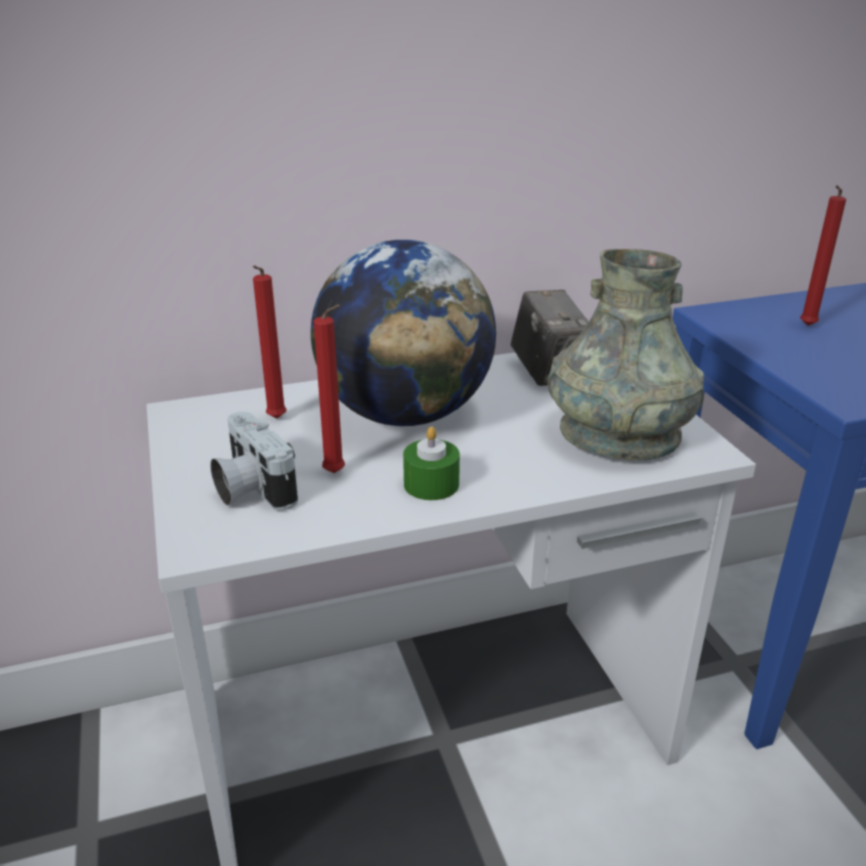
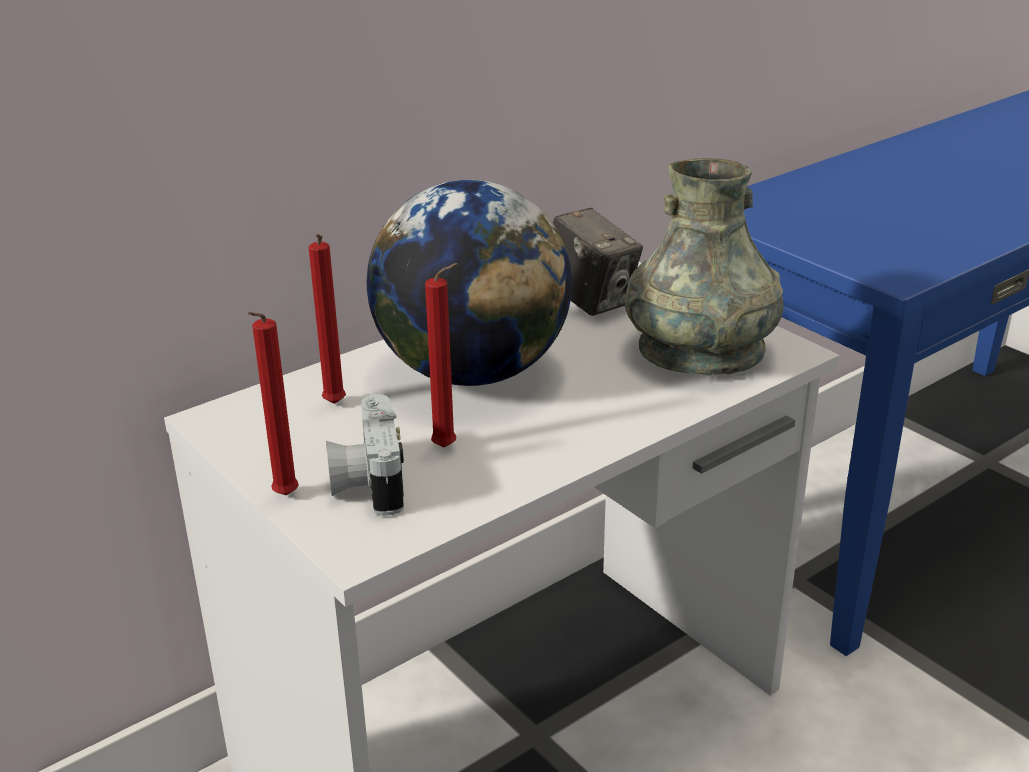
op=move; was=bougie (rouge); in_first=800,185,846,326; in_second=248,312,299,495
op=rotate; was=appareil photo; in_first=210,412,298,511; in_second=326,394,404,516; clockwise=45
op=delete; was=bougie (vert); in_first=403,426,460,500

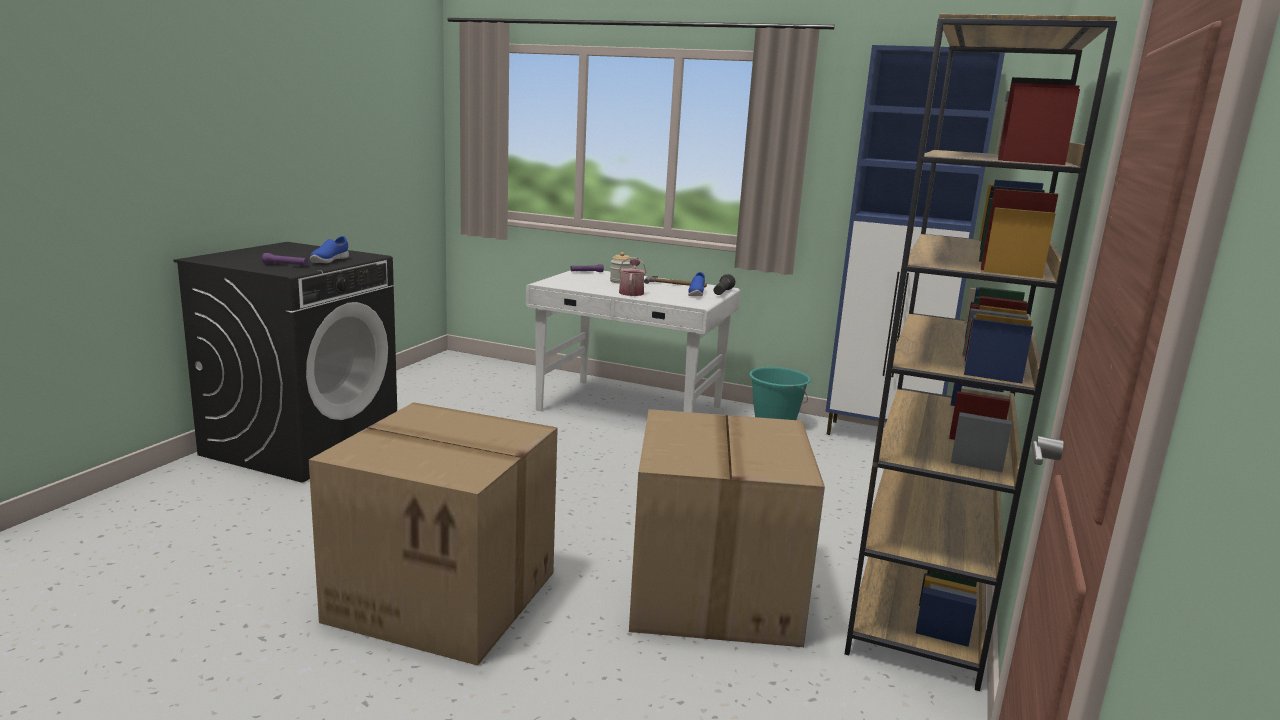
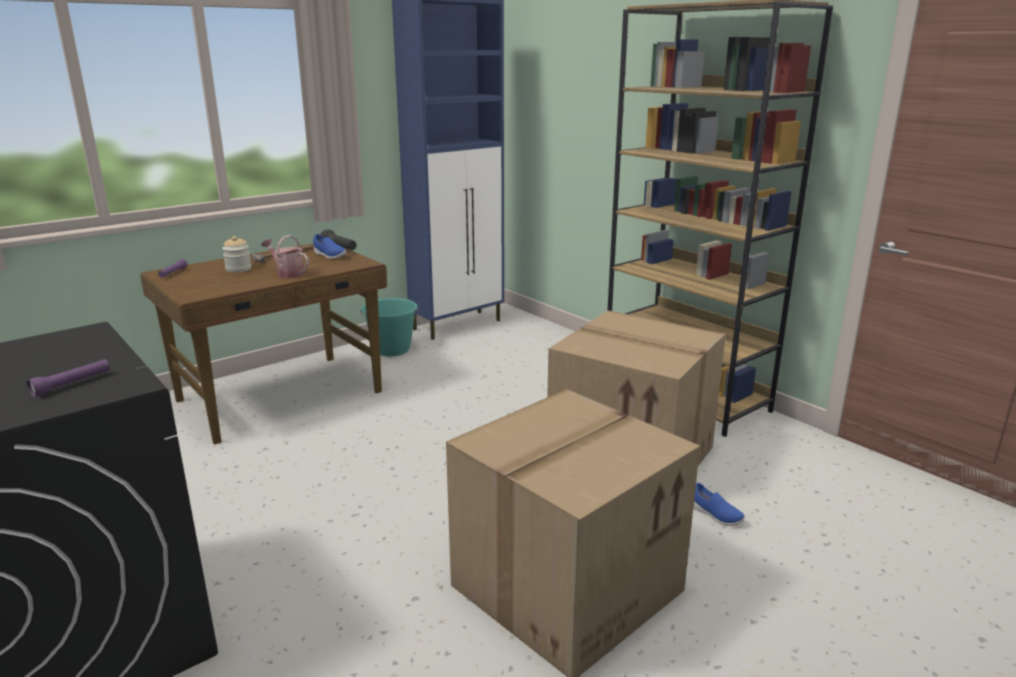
op=move; was=chaussure (bleu); in_first=310,236,349,263; in_second=694,483,745,526
op=recolor; was=bureau (blanc); now=bureau (marron); in_first=526,270,740,412; in_second=140,244,387,445

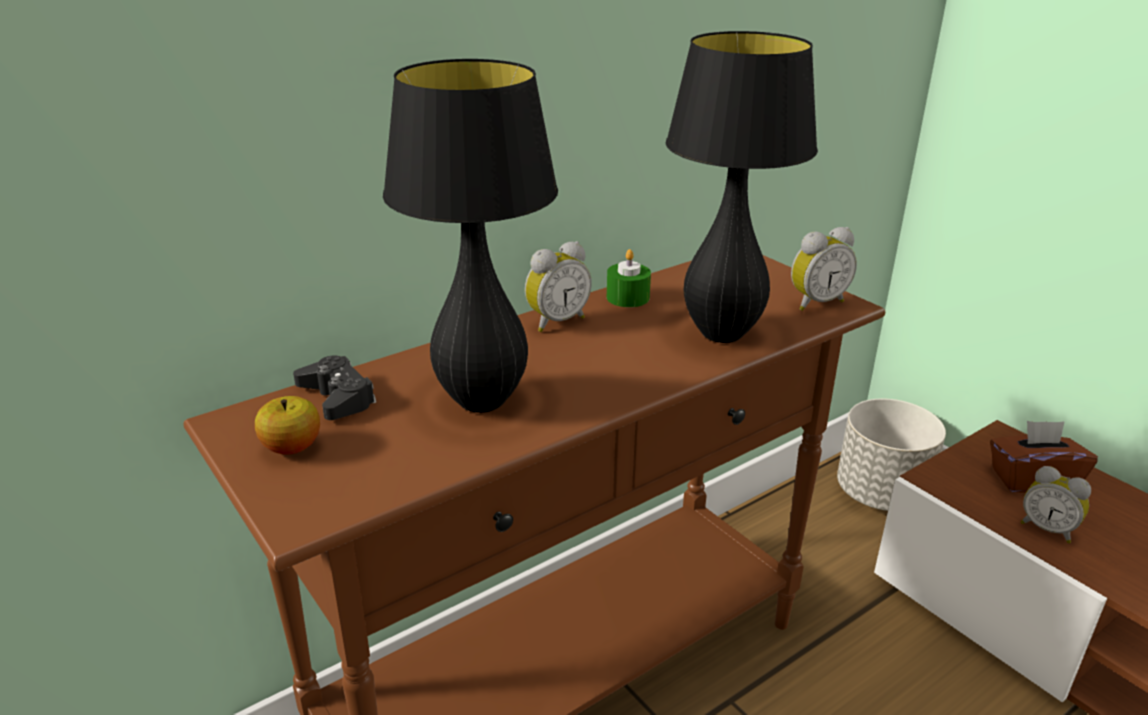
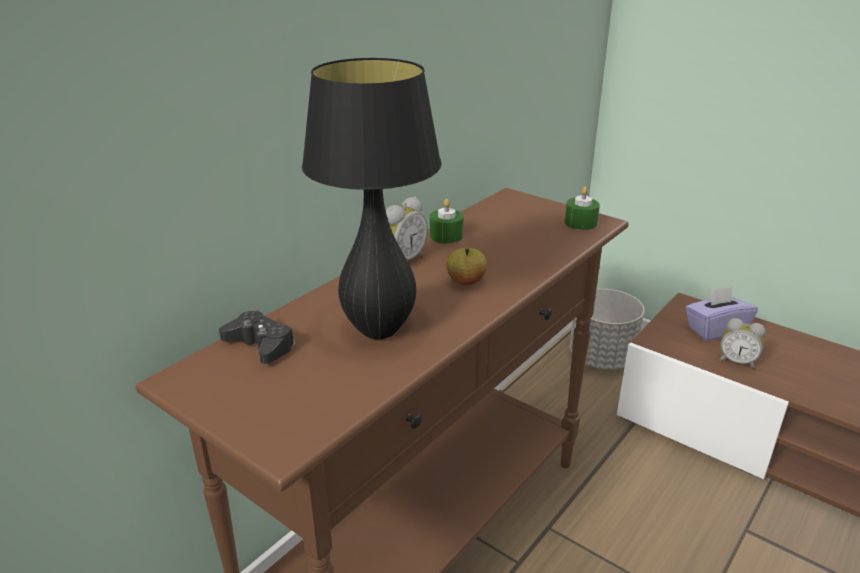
op=delete; was=lampe de table (noir); in_first=666,31,818,343
op=replace; was=réveil; now=bougie (vert); in_first=791,227,857,311; in_second=565,187,600,230
op=move; was=pomme; in_first=255,396,320,455; in_second=446,248,487,285
op=recolor; was=boîte à mouchoirs (marron); now=boîte à mouchoirs (violet); in_first=990,421,1098,493; in_second=685,286,758,341

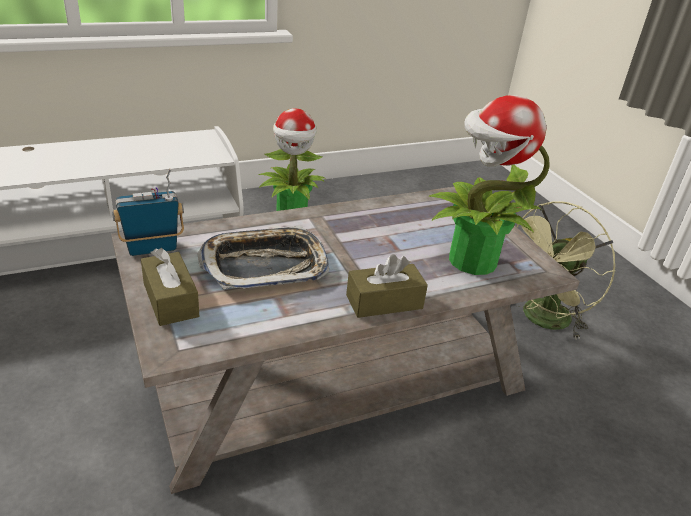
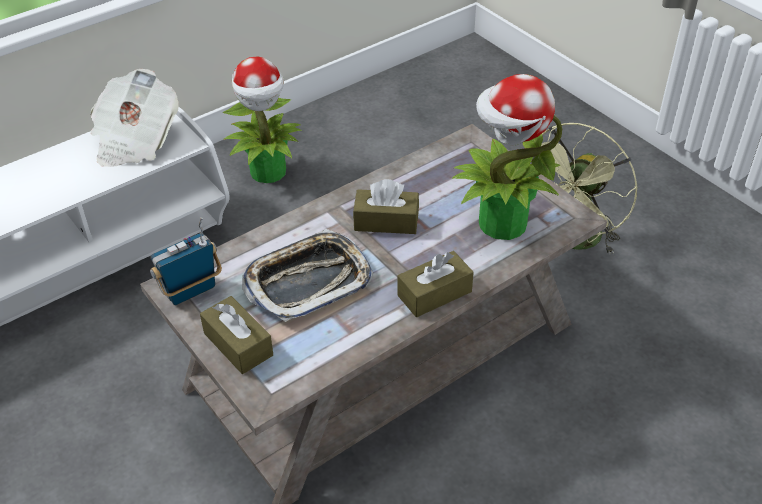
op=insert; now=journal; in_second=90,69,179,167
op=insert; now=boîte à mouchoirs (marron); in_second=353,179,419,234

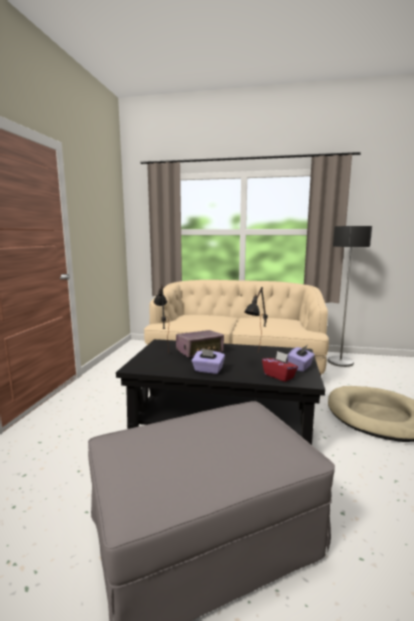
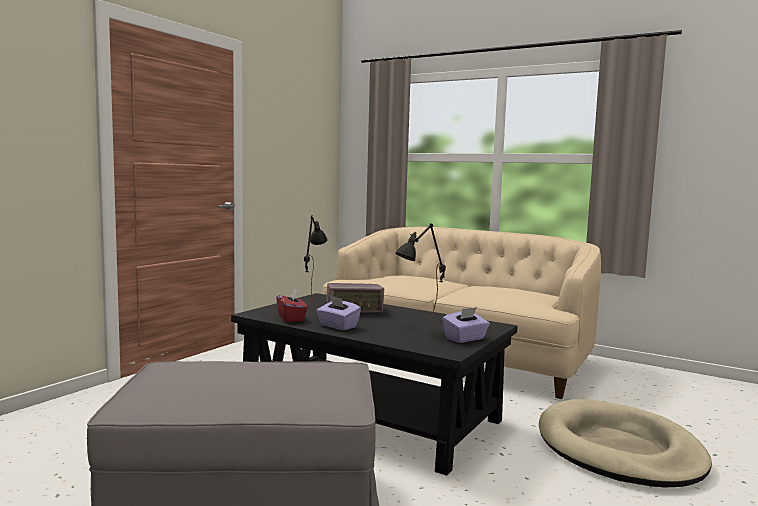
op=delete; was=lampadaire; in_first=328,226,372,367
op=move; was=boîte à mouchoirs (rouge); in_first=262,351,298,382; in_second=276,288,308,322

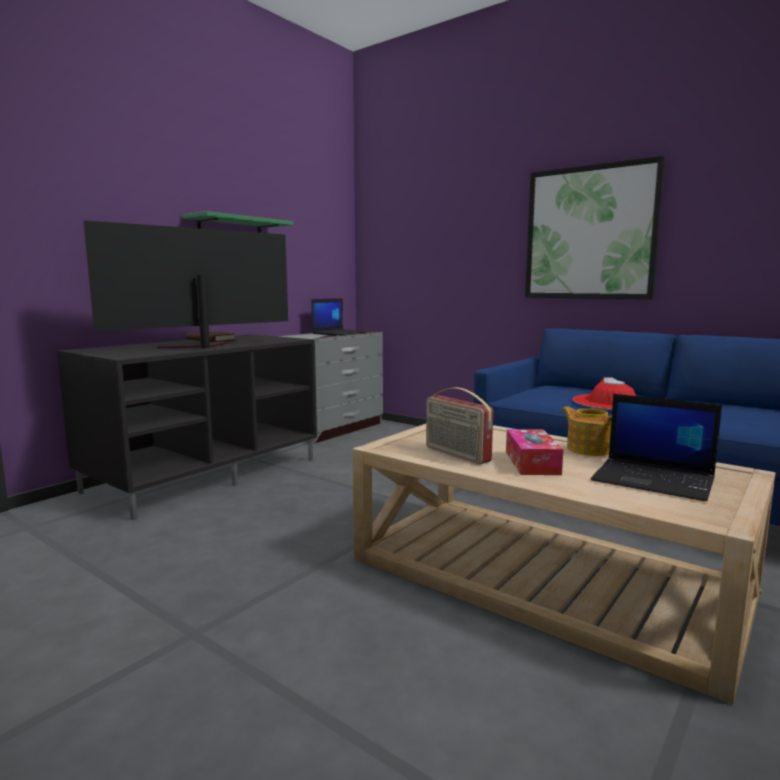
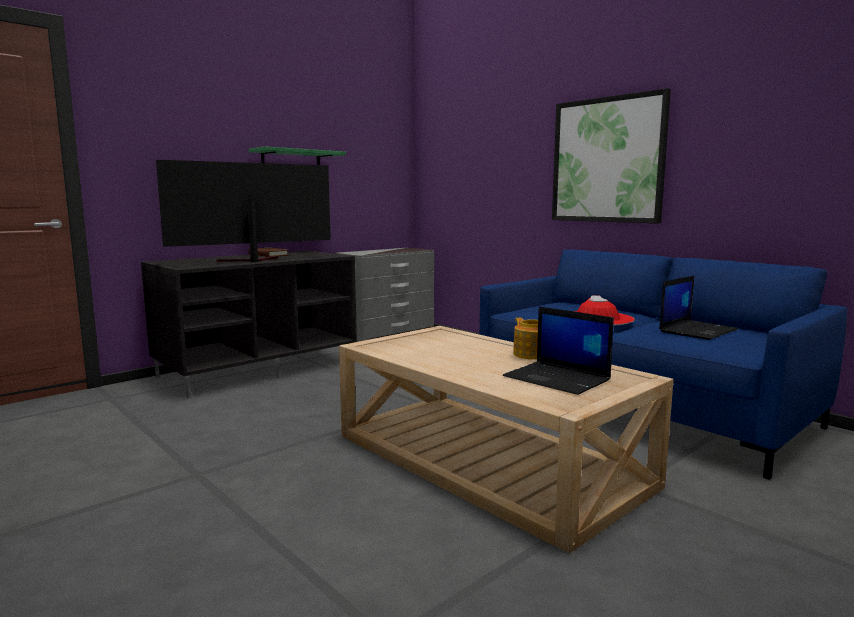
op=move; was=ordinateur portable; in_first=311,298,367,335; in_second=659,276,738,340
op=delete; was=radio; in_first=426,388,493,464
op=delete; was=boîte à mouchoirs; in_first=506,429,563,475

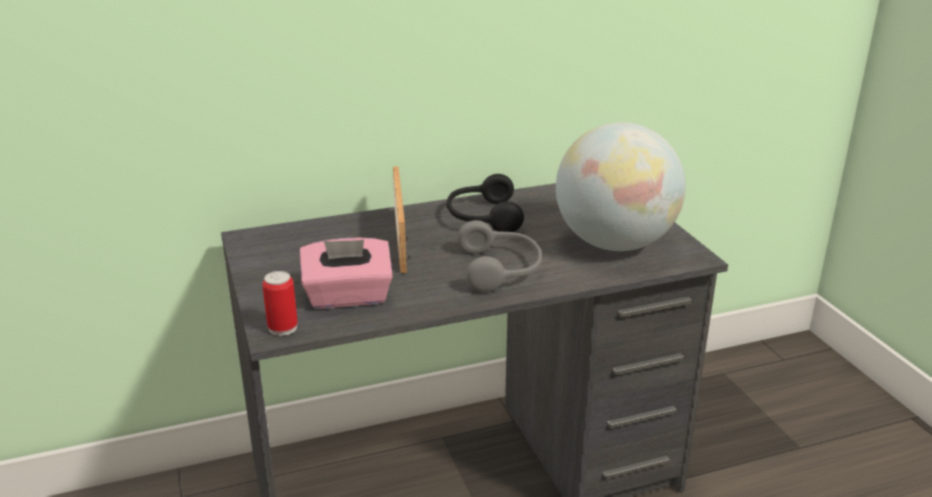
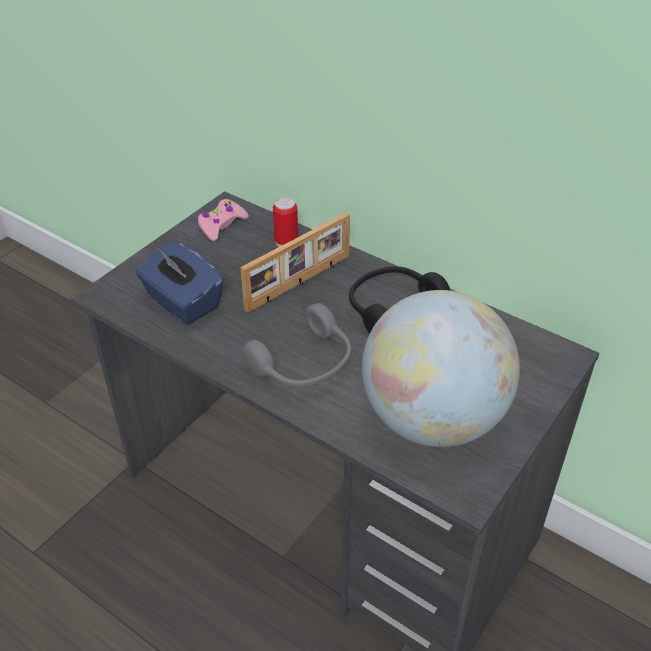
op=recolor; was=boîte à mouchoirs (rose); now=boîte à mouchoirs (bleu); in_first=300,238,393,309; in_second=135,241,224,325
op=move; was=boîte métallique; in_first=262,271,298,336; in_second=273,197,298,247
op=insert; now=manette (rose); in_second=197,199,249,241

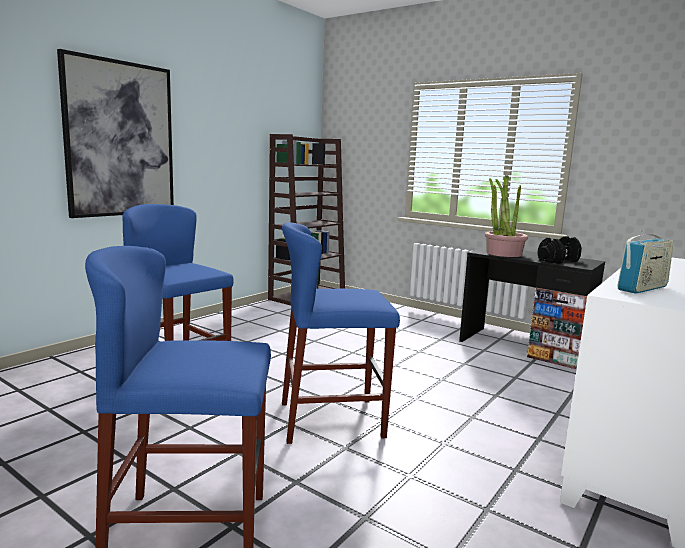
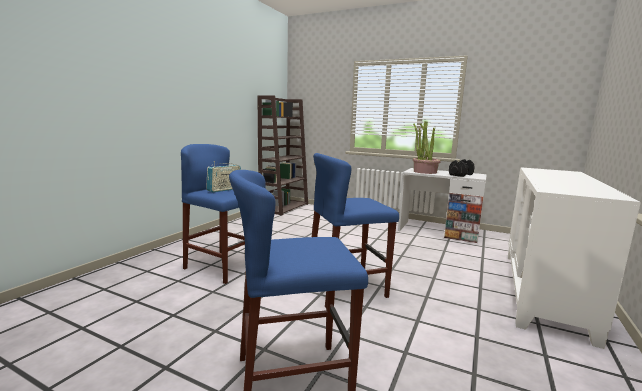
op=delete; was=tableau; in_first=57,49,174,218
op=move; was=radio; in_first=617,230,674,294; in_second=207,161,241,192
op=recolor; was=bureau (noir); now=bureau (blanc); in_first=459,247,605,369; in_second=398,168,487,243

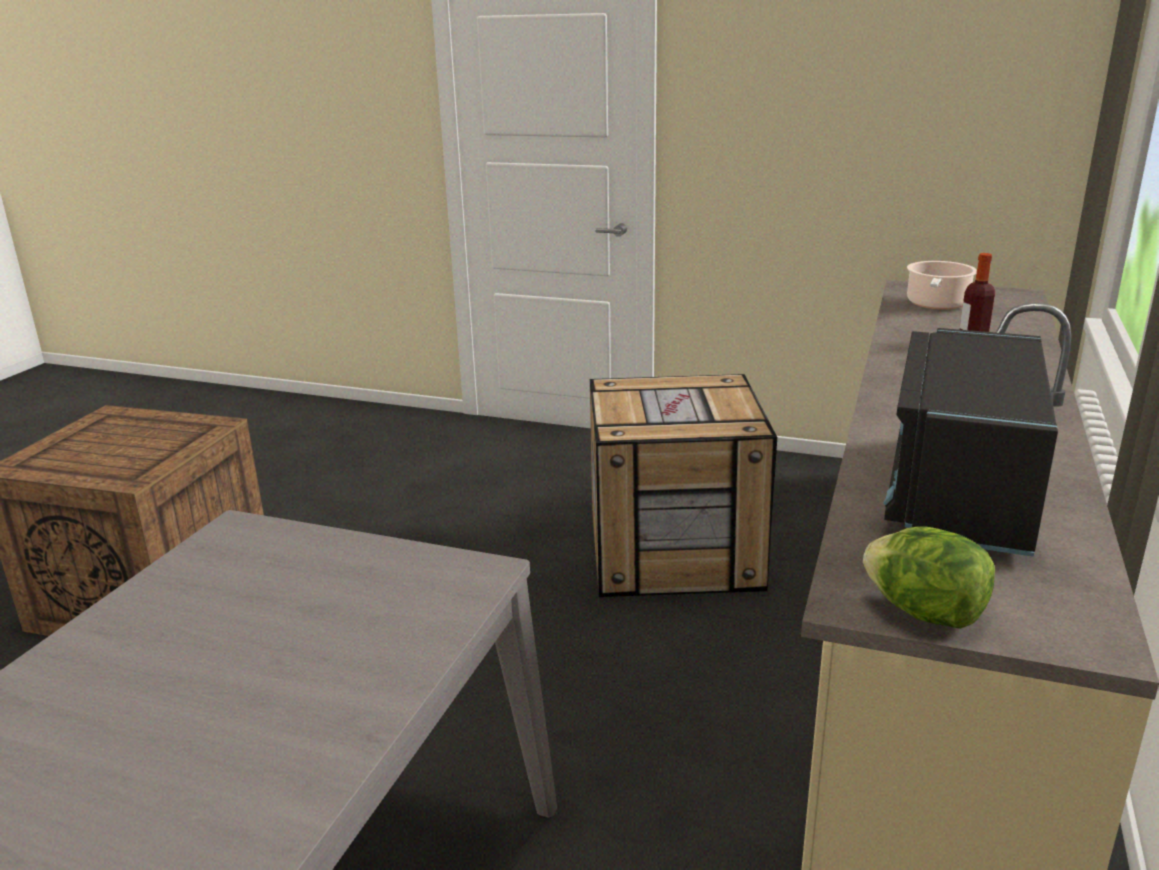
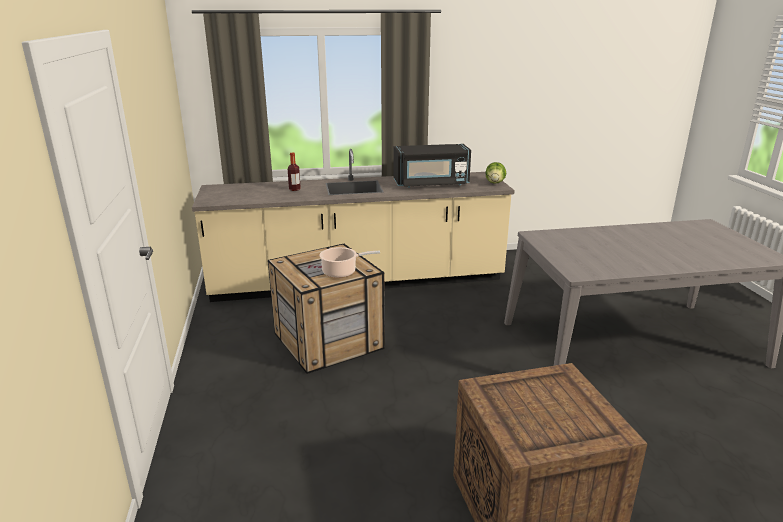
op=move; was=marmite; in_first=907,261,977,310; in_second=319,247,380,278

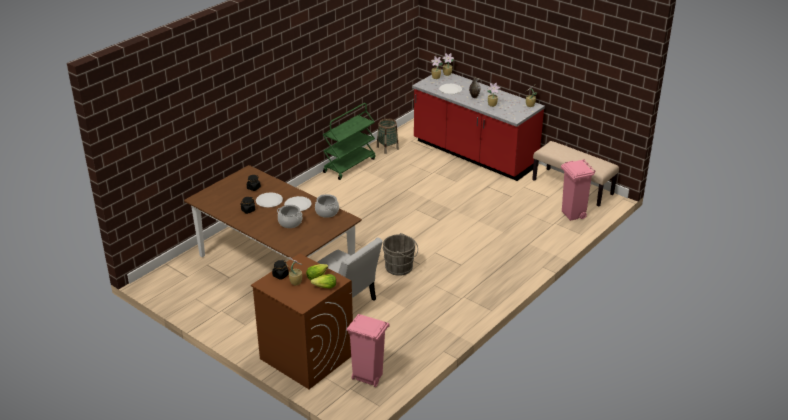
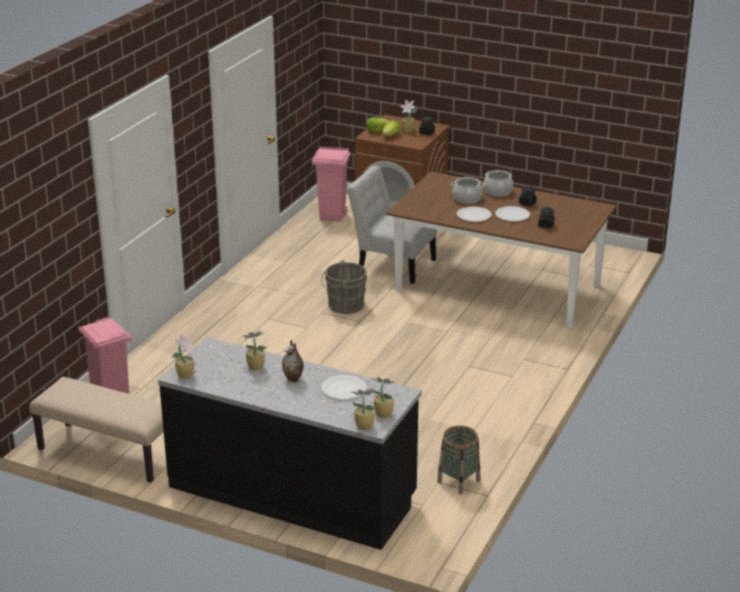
op=recolor; was=comptoir de cuisine (rouge); now=comptoir de cuisine (noir); in_first=412,69,545,181; in_second=158,337,422,550
op=delete; was=chariot (vert); in_first=323,103,376,180
op=move; was=marmite; in_first=315,194,339,218; in_second=484,170,513,196

